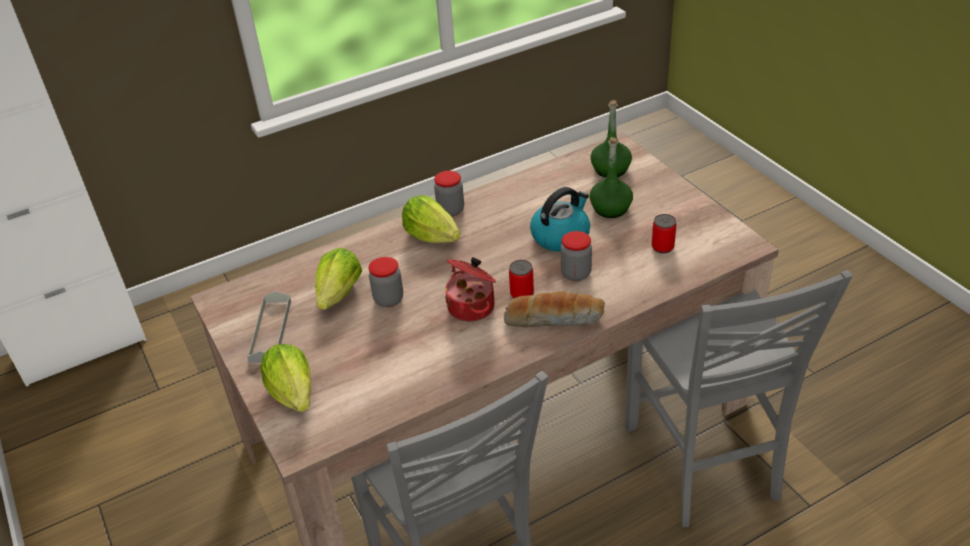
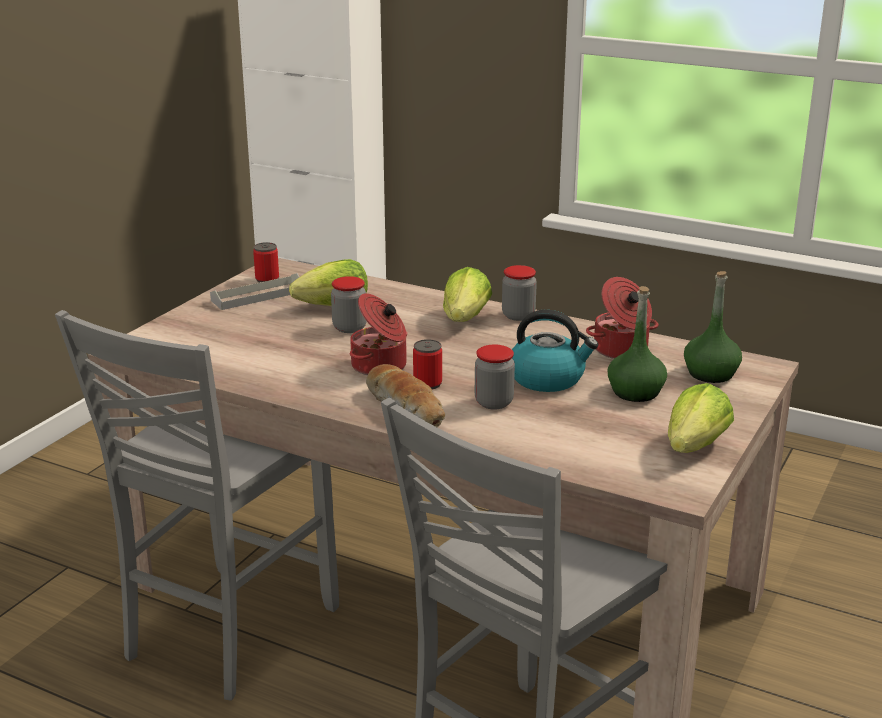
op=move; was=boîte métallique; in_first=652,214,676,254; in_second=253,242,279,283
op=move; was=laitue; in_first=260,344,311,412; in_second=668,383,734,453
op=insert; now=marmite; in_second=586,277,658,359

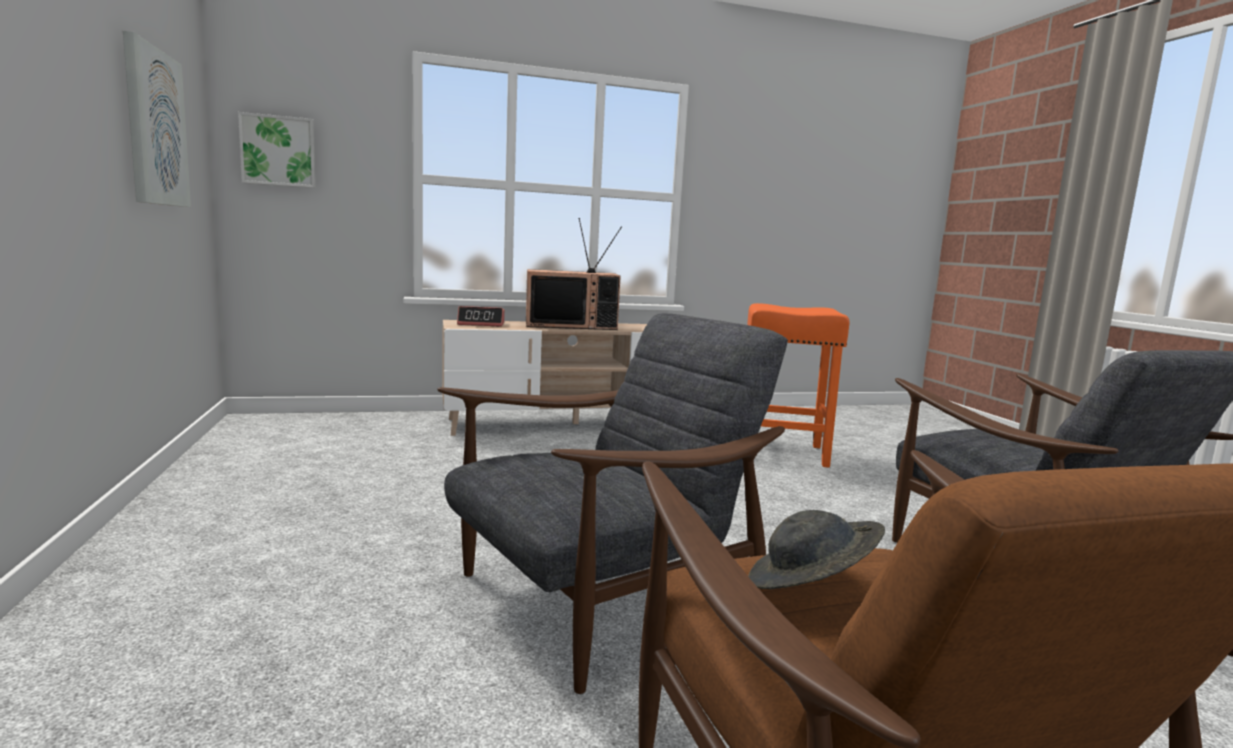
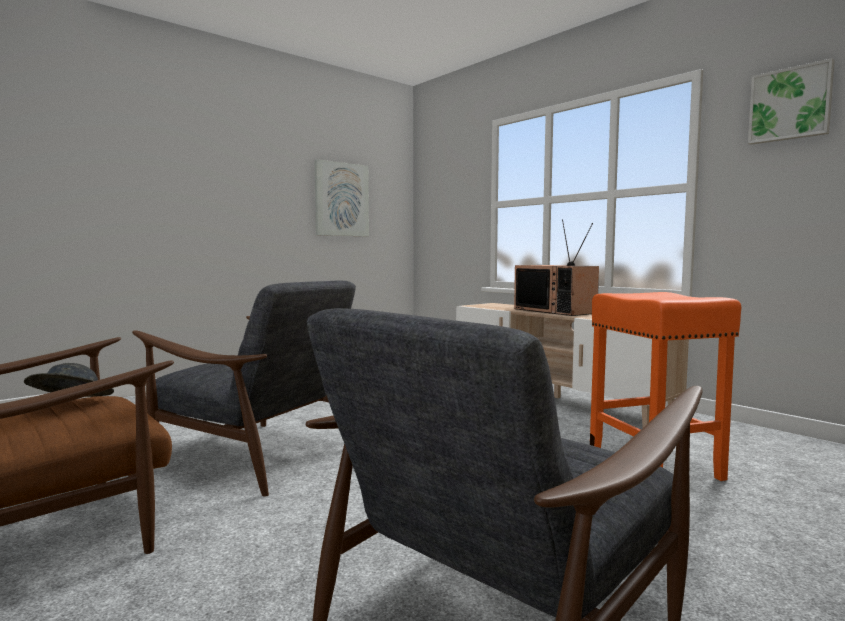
op=move; was=tableau; in_first=238,112,316,188; in_second=748,58,835,145
op=delete; was=réveil; in_first=457,306,505,327

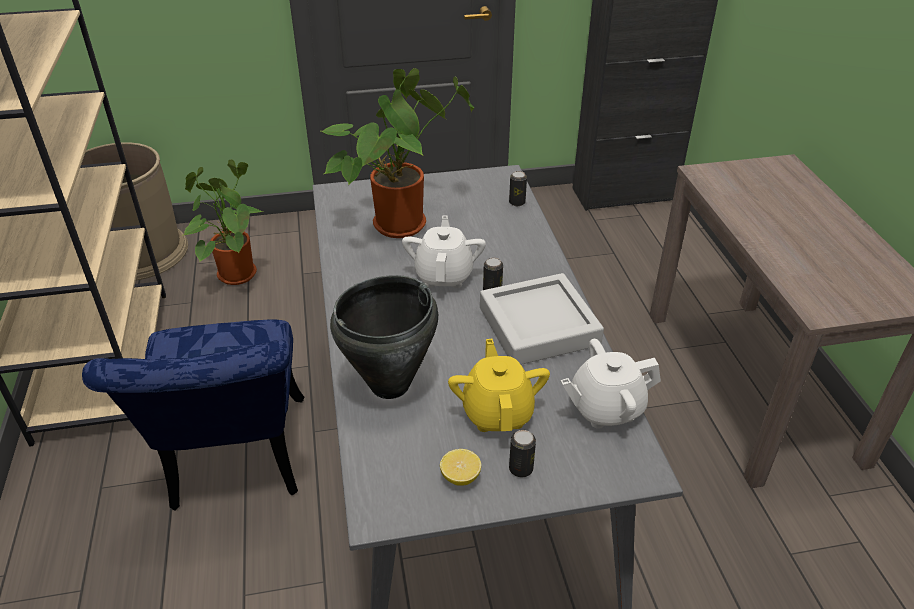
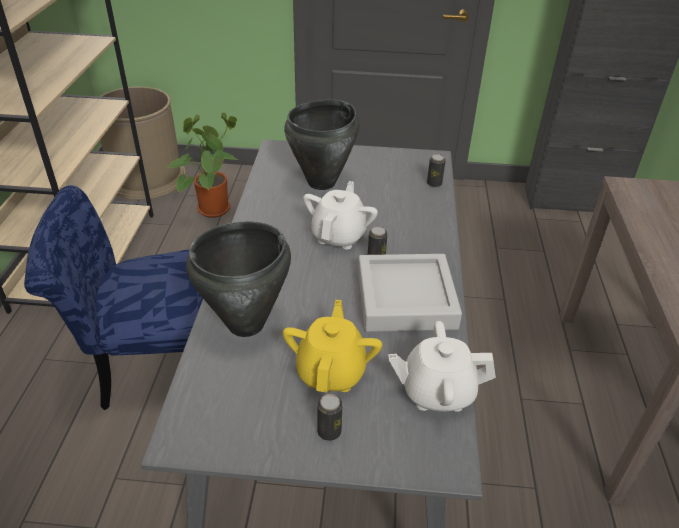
op=replace; was=plante en pot; now=marmite (noir); in_first=321,68,474,238; in_second=284,99,359,190
op=rotate; was=chaise (bleu); in_first=82,319,305,510; in_second=24,185,203,410; clockwise=75
op=delete; was=citron; in_first=440,449,481,486

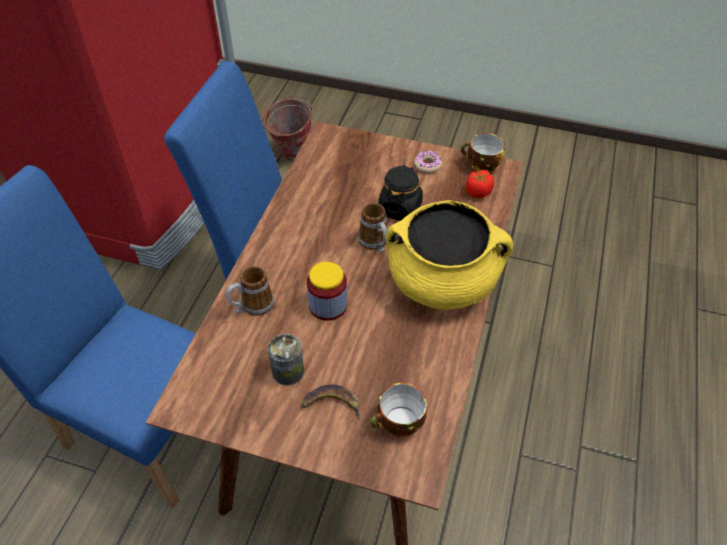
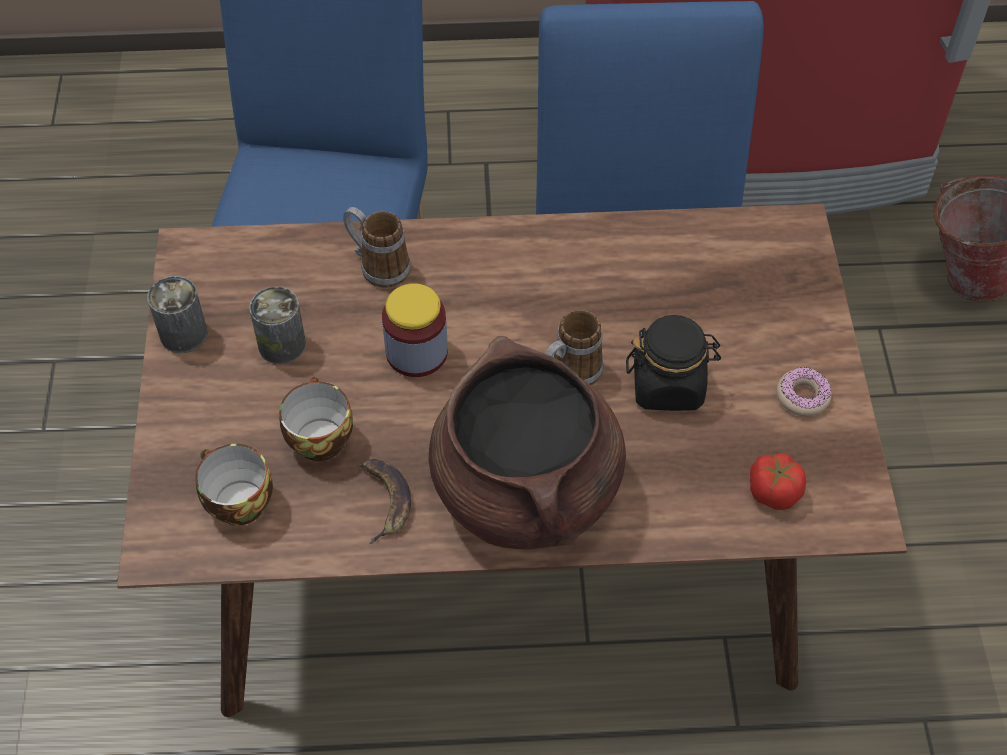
op=move; was=tasse; in_first=461,133,505,173; in_second=279,377,353,461
op=recolor; was=marmite (jaune); now=marmite (marron); in_first=386,200,513,309; in_second=429,336,626,549
op=move; was=banane; in_first=301,385,360,420; in_second=360,459,411,544
op=insert; now=boîte métallique; in_second=147,276,208,353

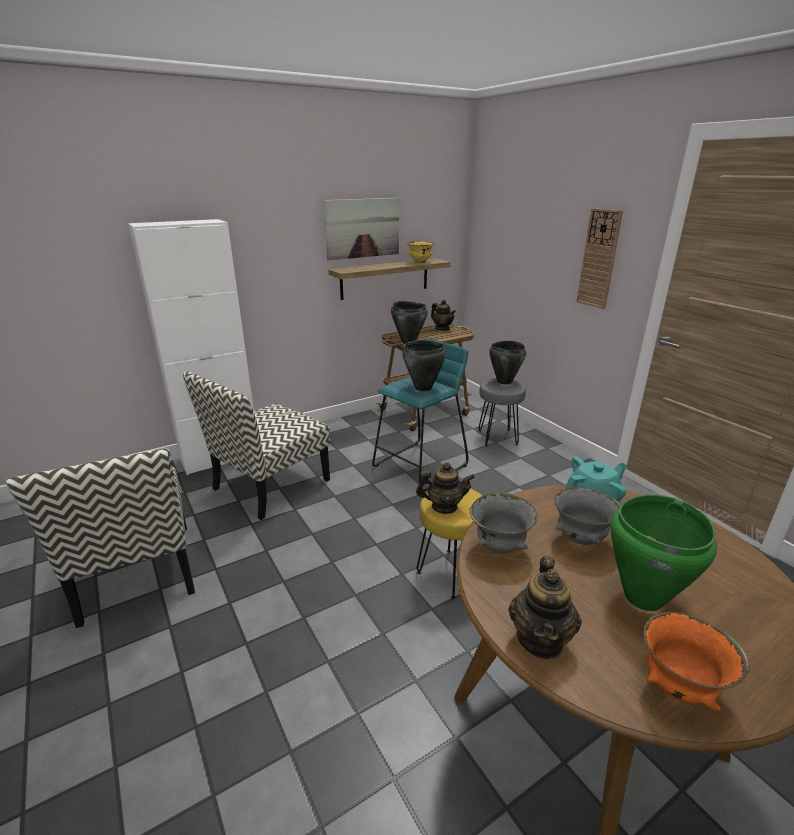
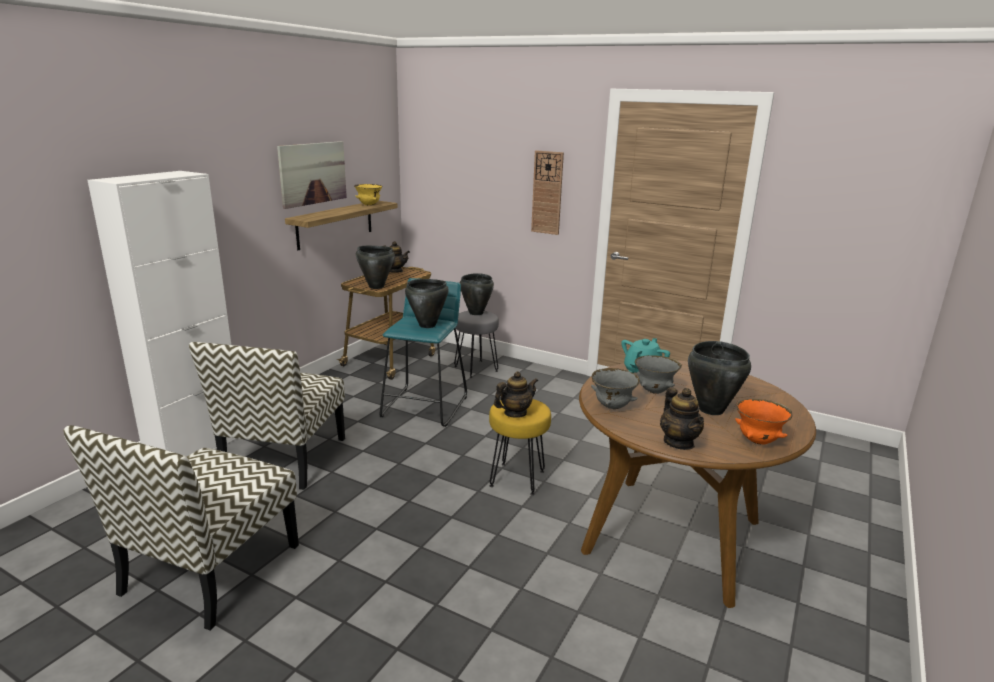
op=rotate; was=chaise; in_first=6,449,195,628; in_second=63,425,299,631; clockwise=75
op=recolor; was=marmite (vert); now=marmite (noir); in_first=610,495,717,611; in_second=688,341,751,415

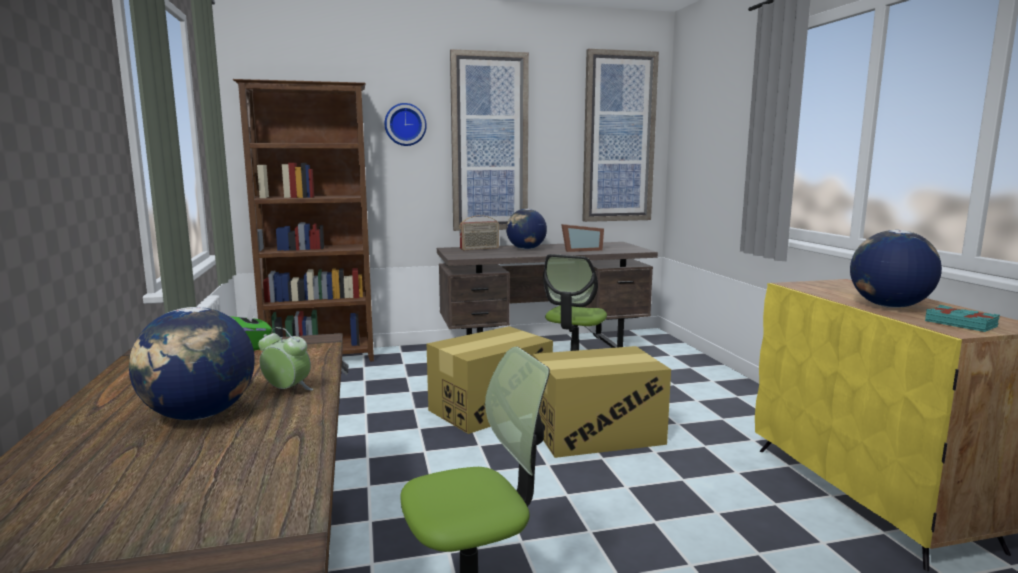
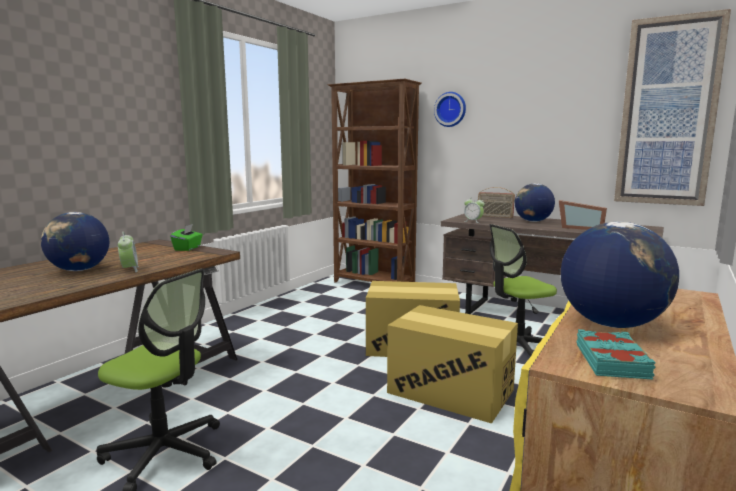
op=delete; was=tableau; in_first=450,49,529,231
op=insert; now=réveil; in_second=464,196,485,223

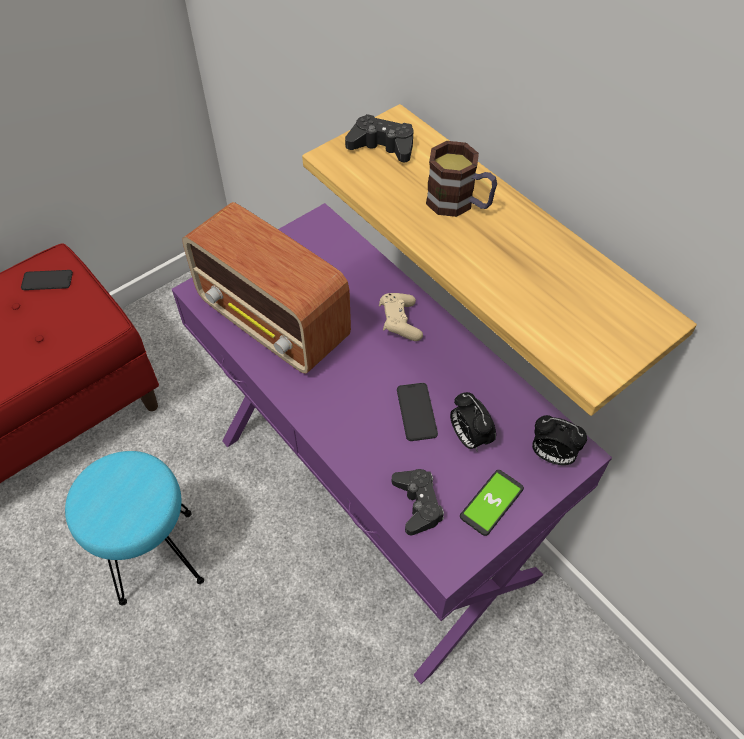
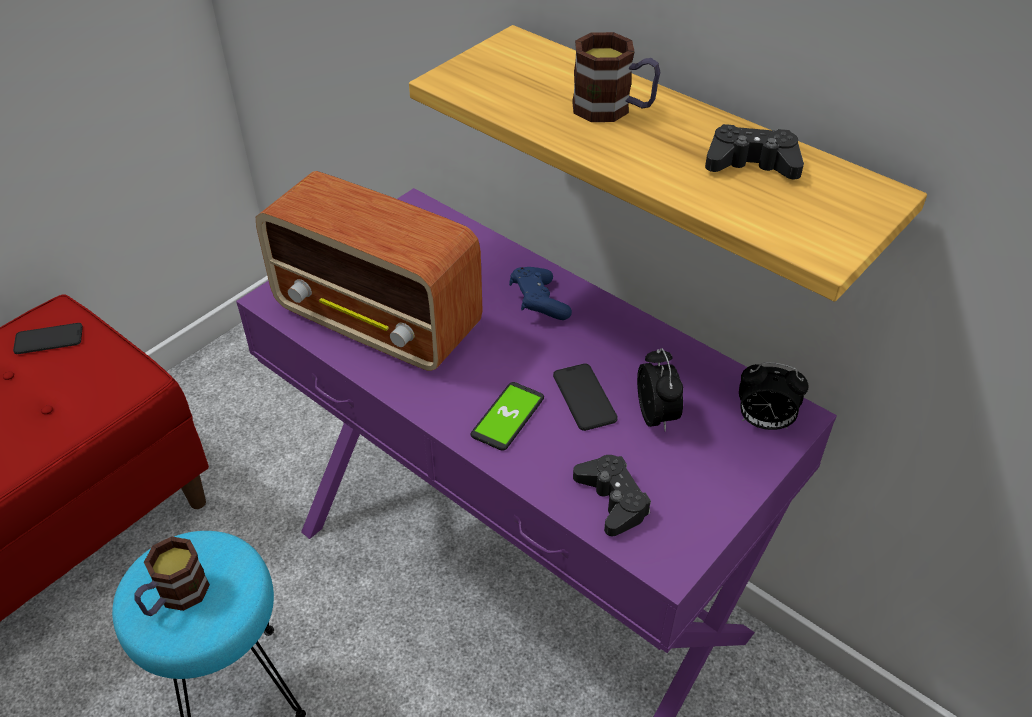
op=move; was=manette (noir); in_first=345,114,414,162; in_second=705,124,804,179
op=recolor; was=manette (beige); now=manette (bleu); in_first=379,293,423,341; in_second=509,267,572,320
op=rotate; was=réveil; in_first=450,392,496,451; in_second=637,348,683,432; clockwise=-150
op=move; was=téléphone; in_first=460,470,524,536; in_second=471,382,544,451
op=insert; now=mug; in_second=134,537,210,616

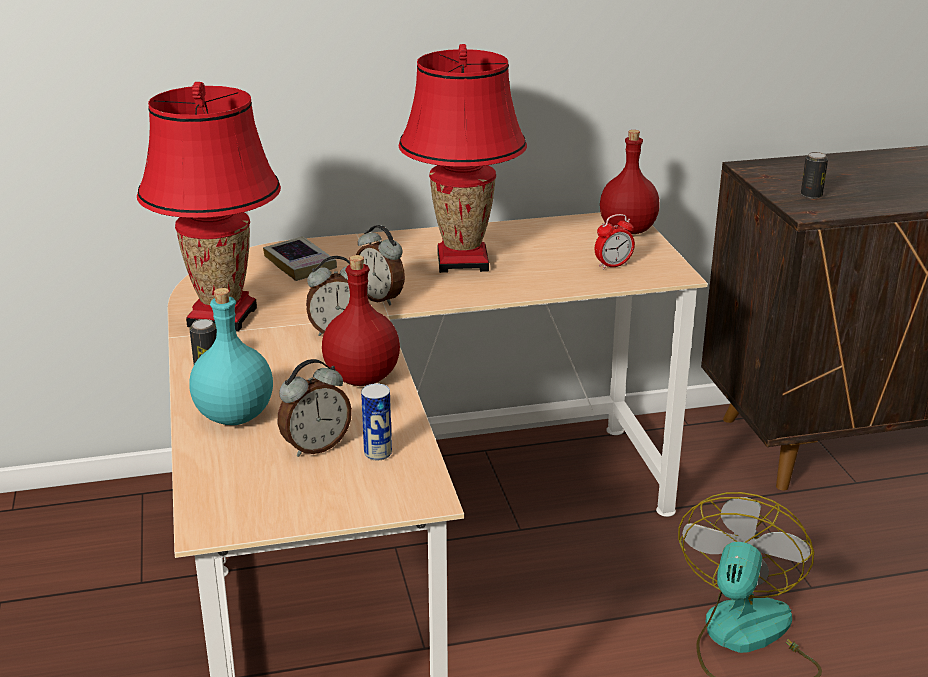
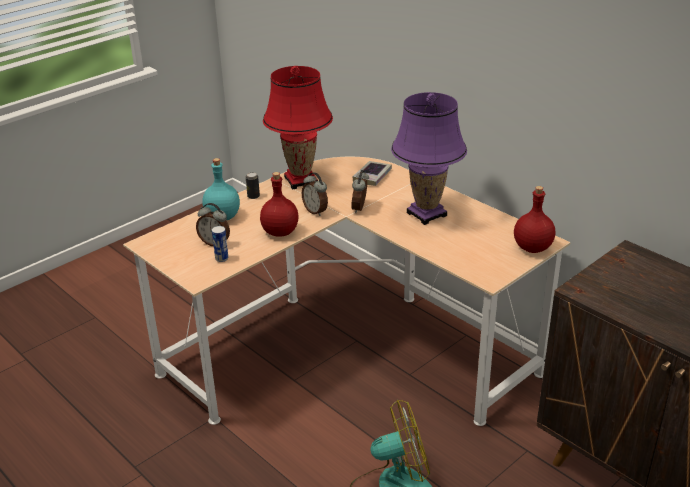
op=recolor; was=lampe de table (rouge); now=lampe de table (violet); in_first=399,44,527,273; in_second=391,92,467,225
op=delete; was=boîte métallique; in_first=801,152,828,199
op=delete; was=réveil; in_first=595,214,635,269

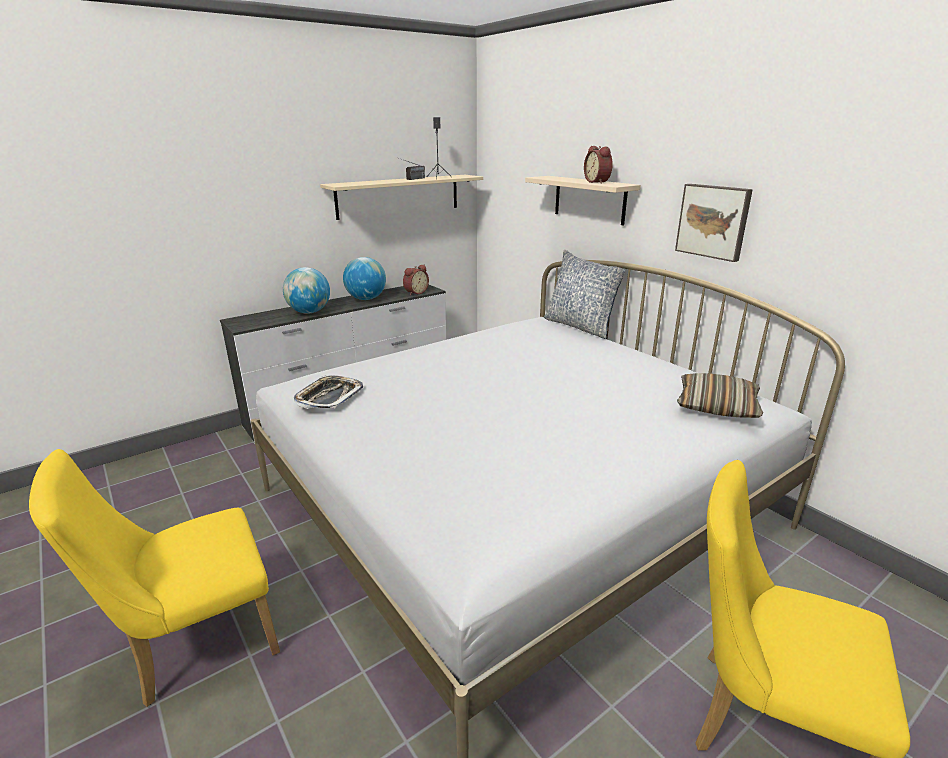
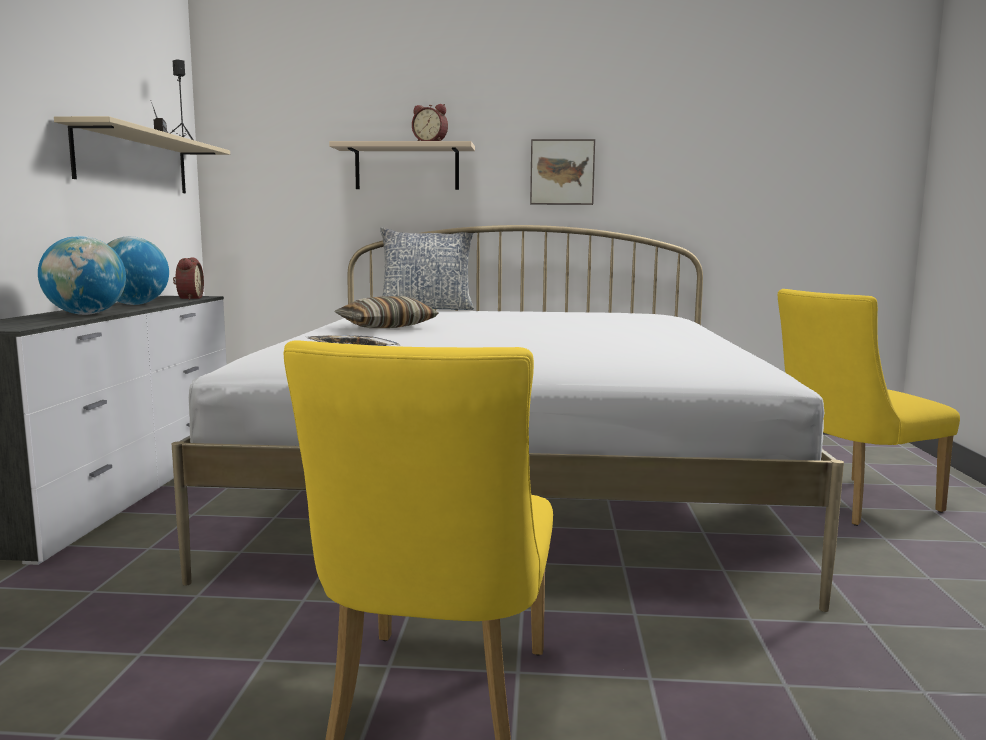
op=move; was=coussin; in_first=677,373,763,418; in_second=335,296,438,328

